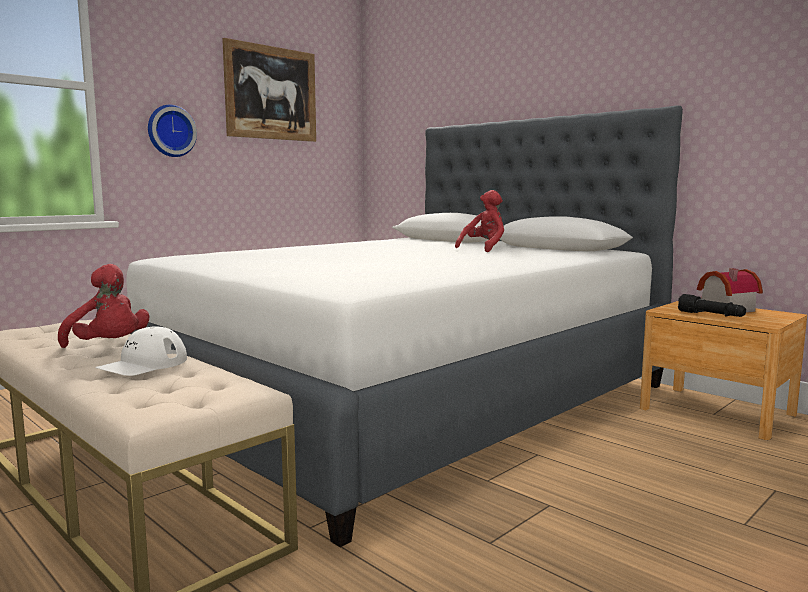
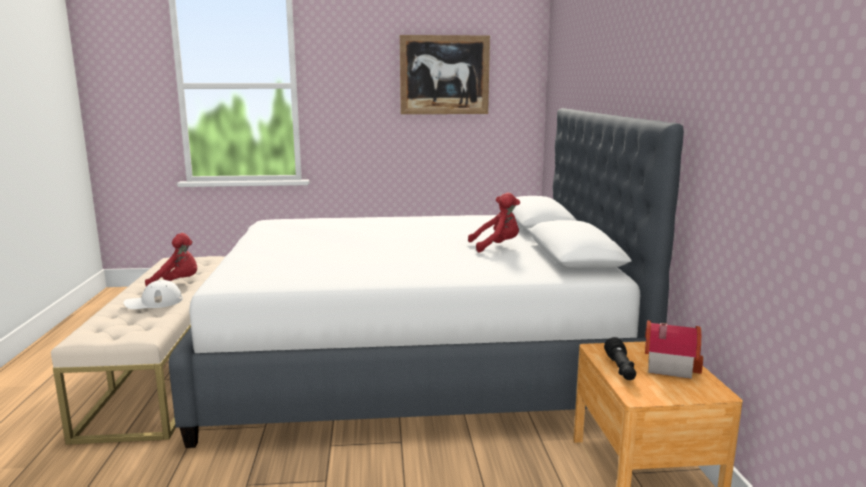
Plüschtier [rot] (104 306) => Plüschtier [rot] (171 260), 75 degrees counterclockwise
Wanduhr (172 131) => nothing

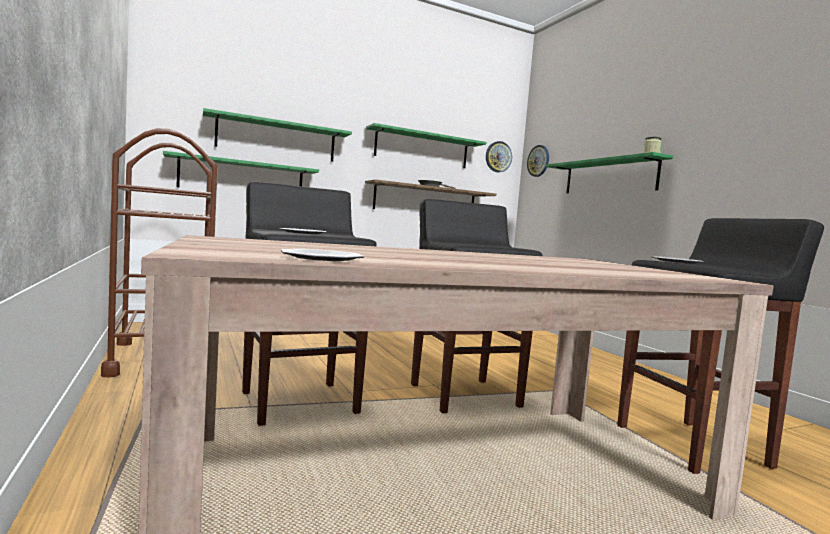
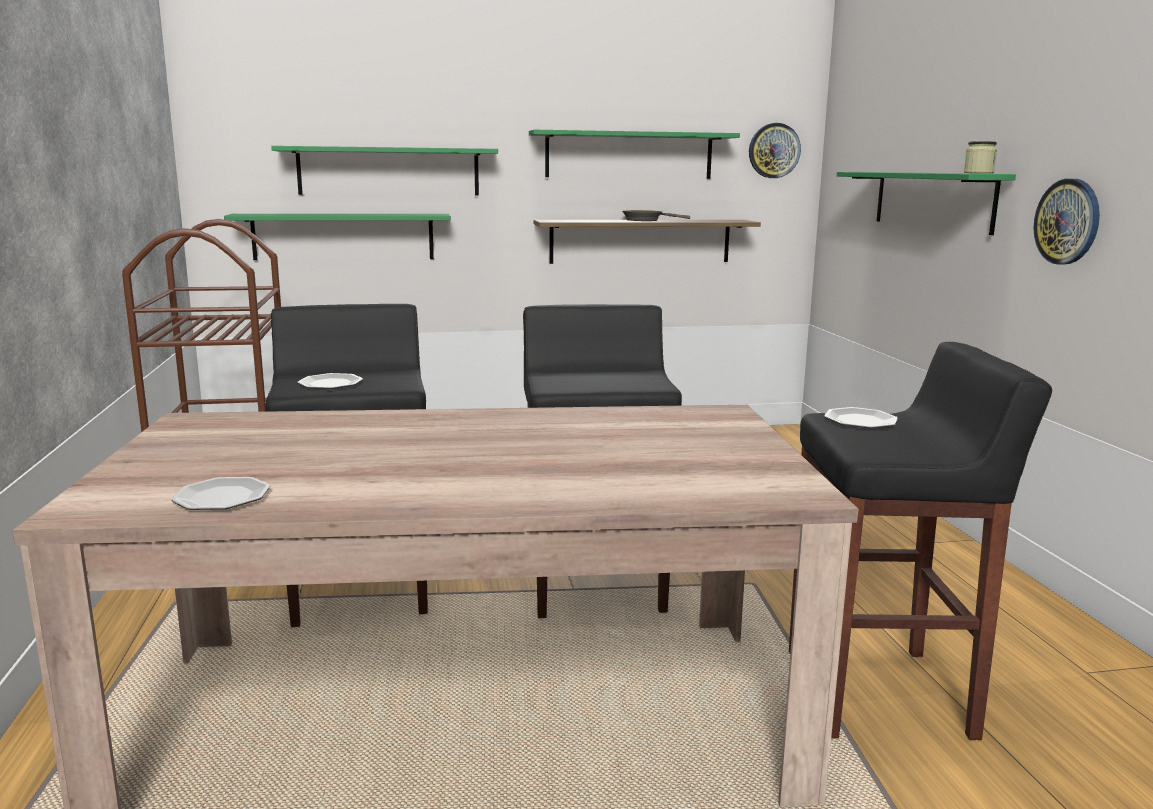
Wanduhr (538 161) => Wanduhr (1067 222), relocated

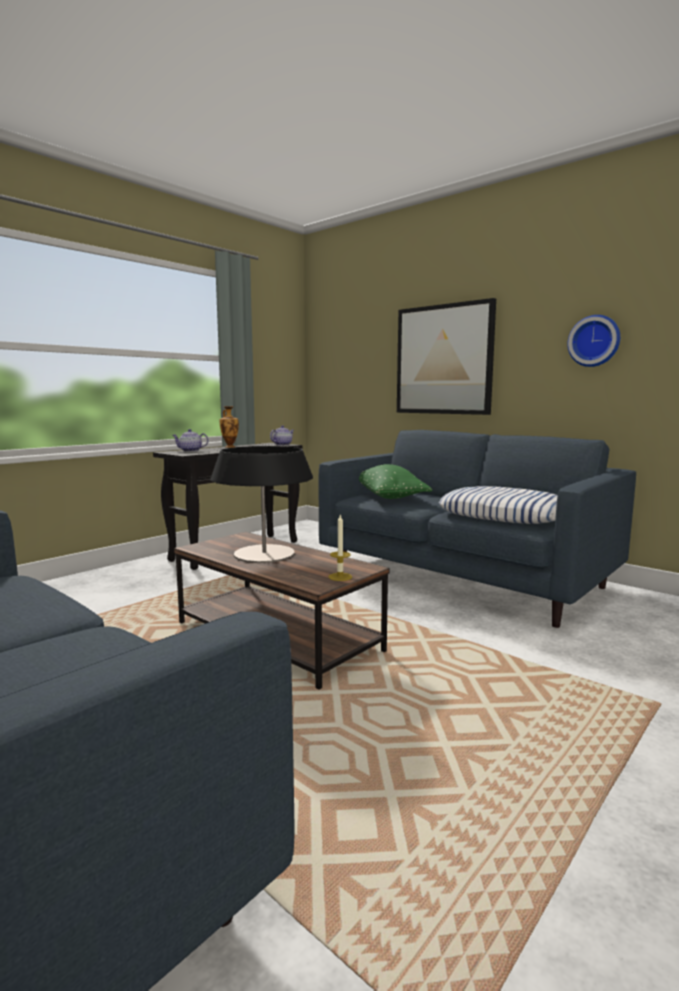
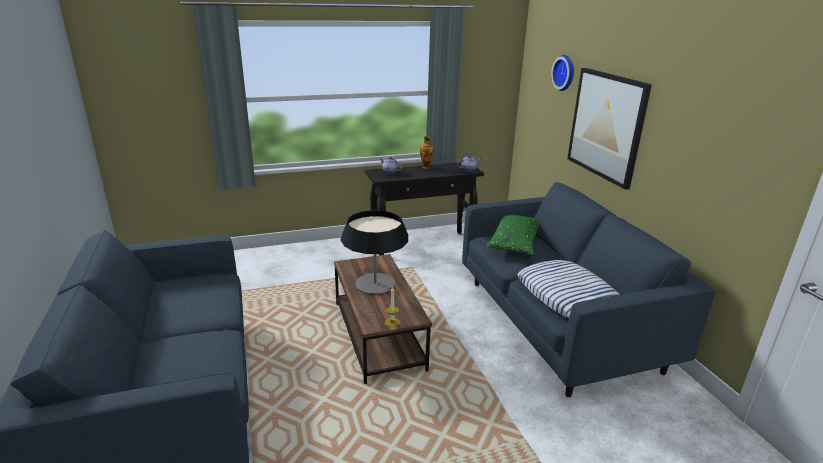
Wanduhr (593 341) => Wanduhr (562 73), relocated

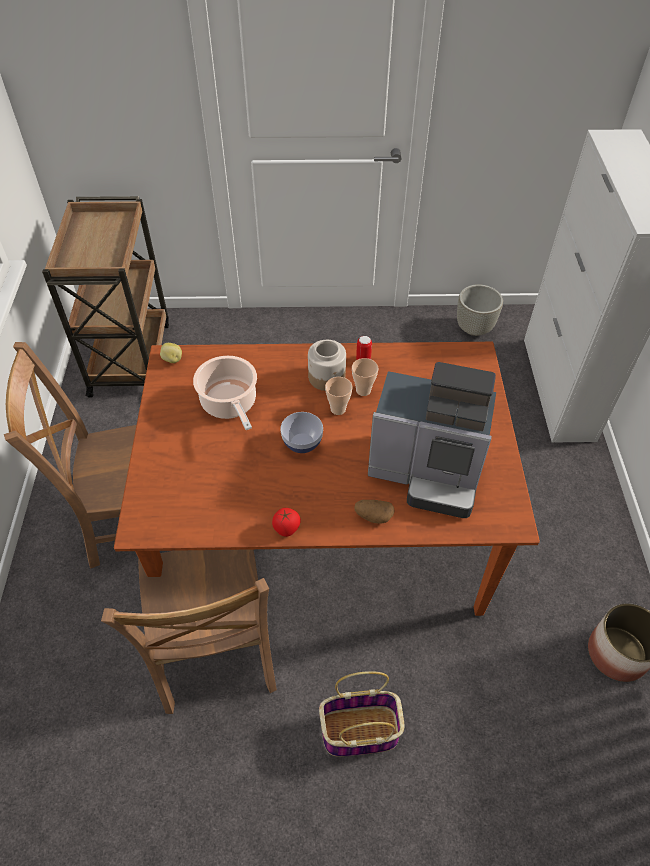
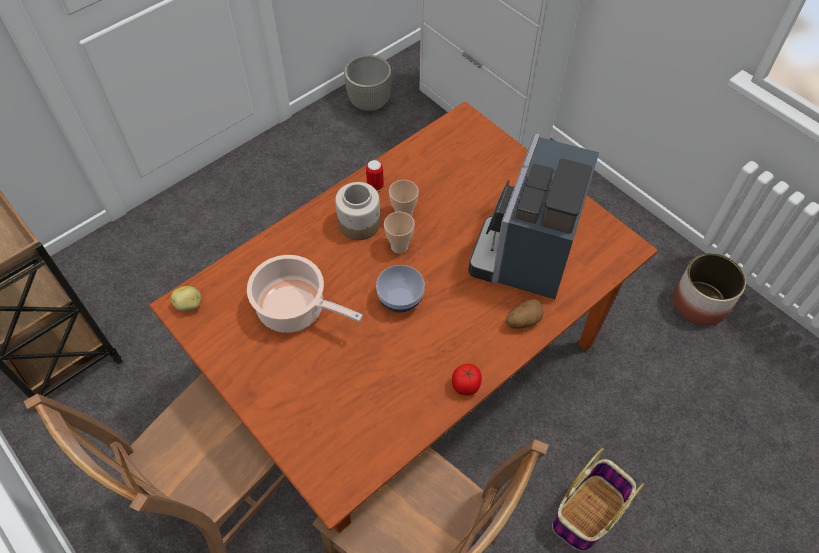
Kaffeemaschine (432 440) => Kaffeemaschine (533 216), 135 degrees clockwise

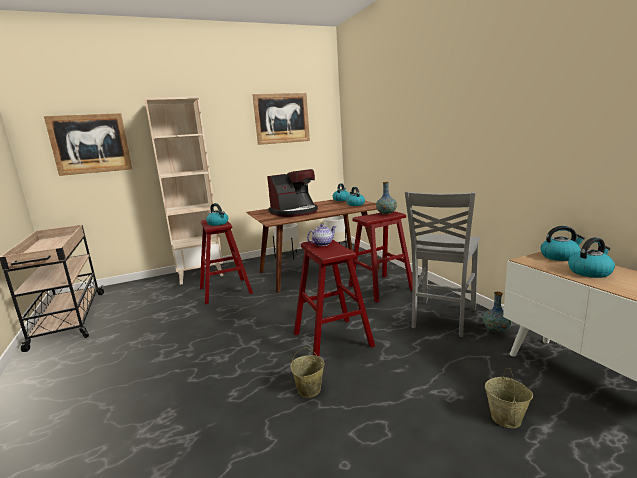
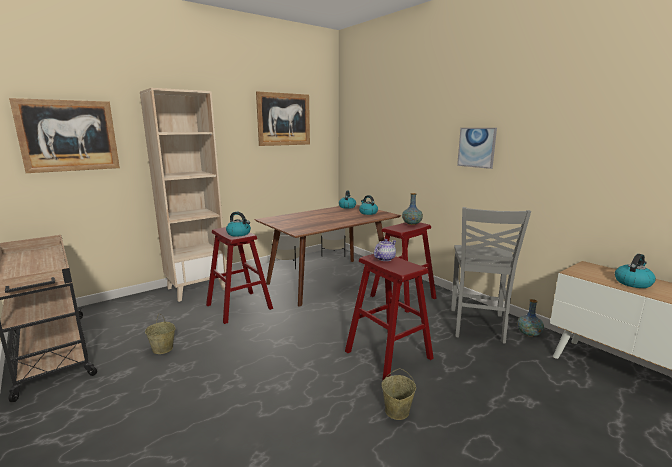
Eimer [beige] (509 398) => Eimer [beige] (160 334), relocated
nothing => Bild (477 148)
Kaffeemaschine (292 193) => nothing
Wasserkessel (563 243) => nothing

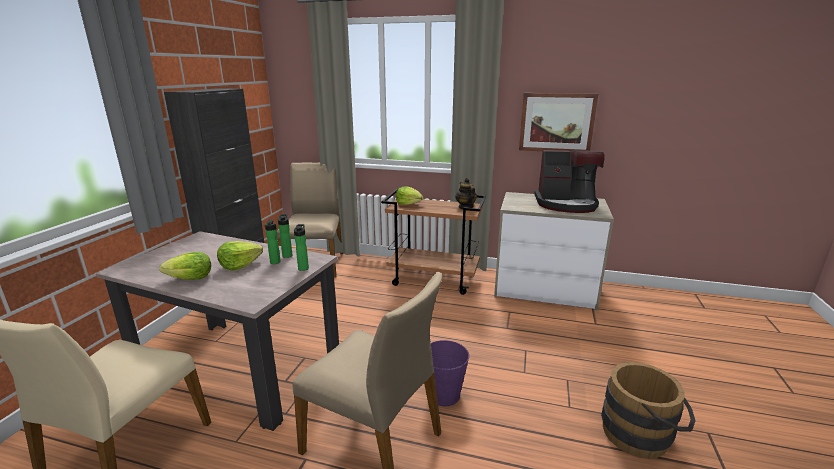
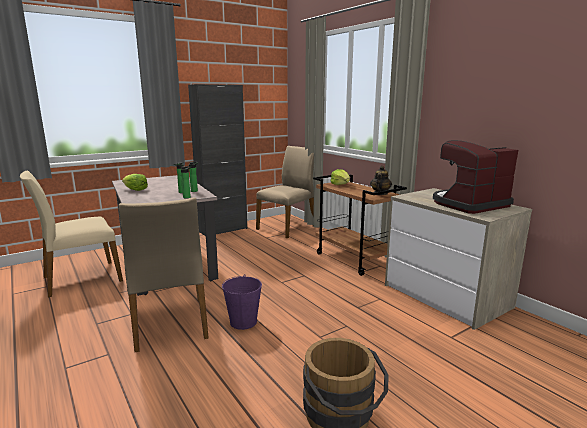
Kaffeemaschine (569 181) => Kaffeemaschine (475 177), 105 degrees clockwise
Salatkopf (240 256) => nothing
Bild (558 122) => nothing

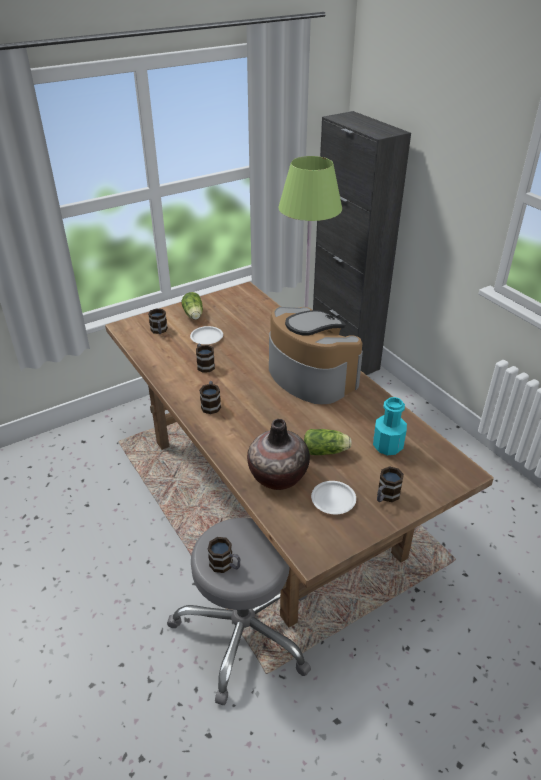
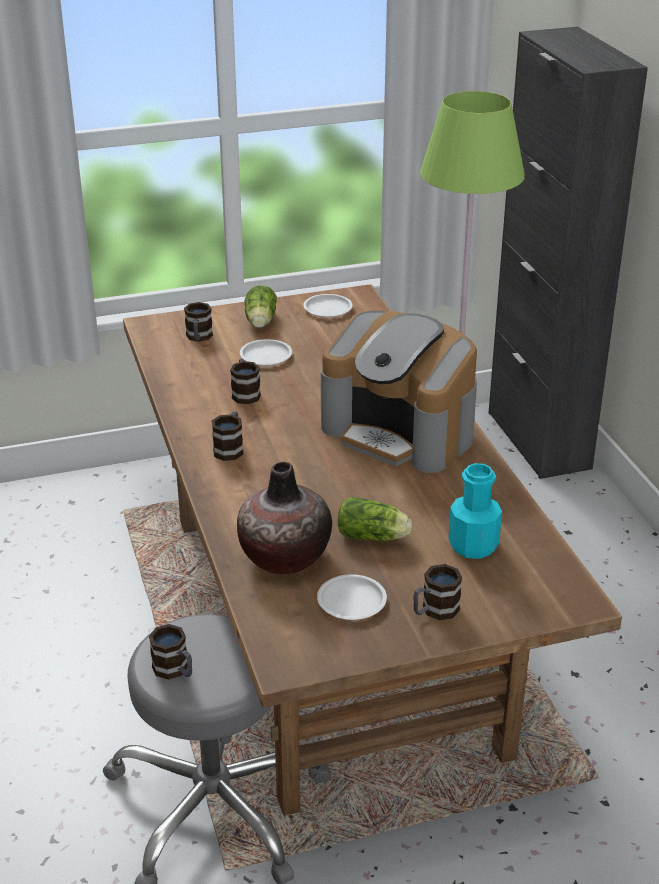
nothing => Teller [weiß] (328 305)
Kaffeemaschine (316 355) => Kaffeemaschine (399 391), 150 degrees clockwise

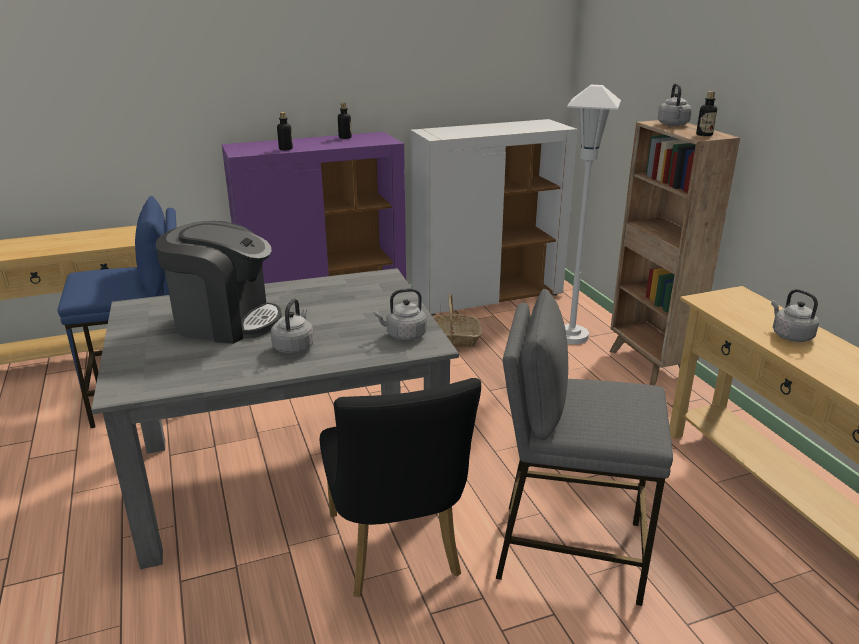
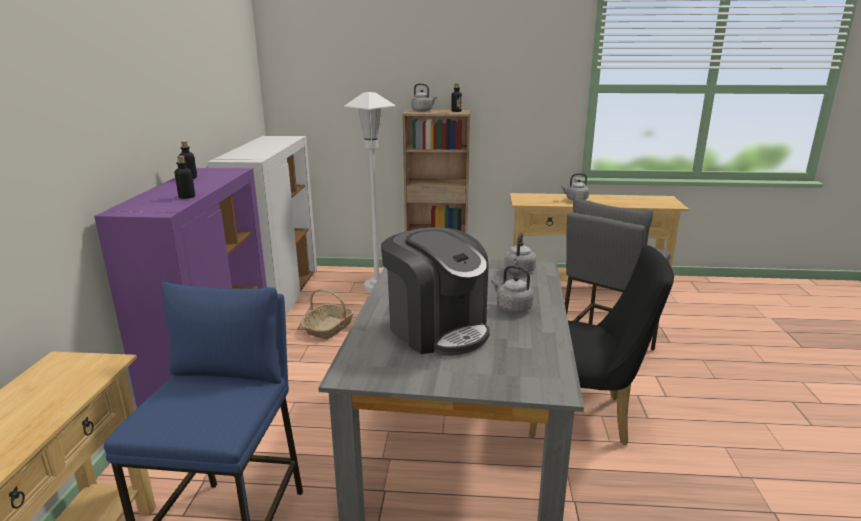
Kaffeemaschine (218 282) => Kaffeemaschine (435 291), 105 degrees clockwise

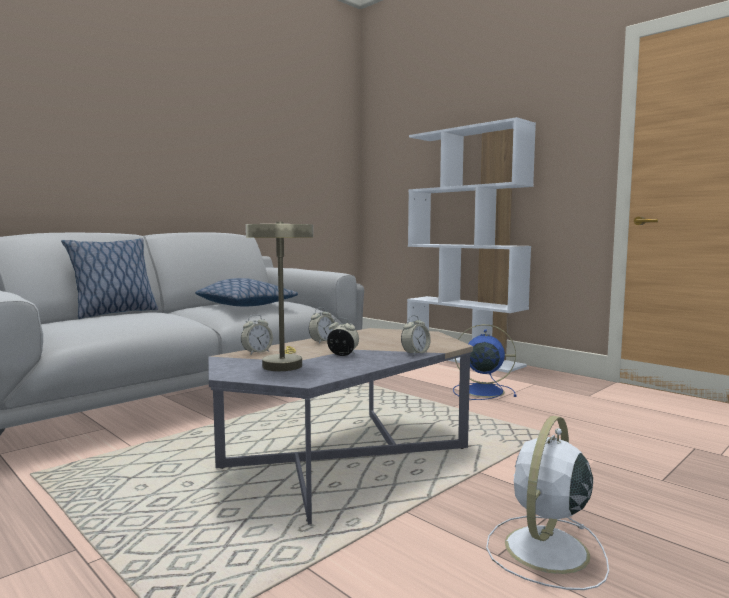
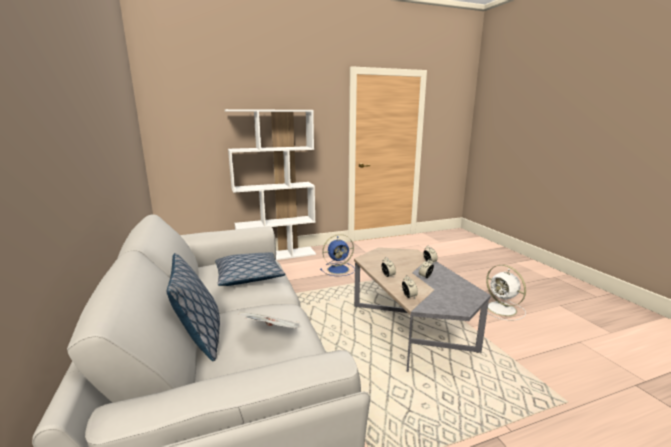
nothing => Zeitung (268 320)
Ventilator [blau] (485 362) => Ventilator [blau] (337 255), 150 degrees counterclockwise
Tischlampe [beige] (279 296) => nothing

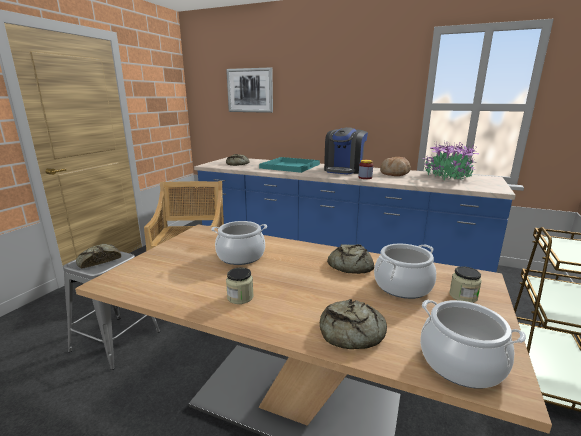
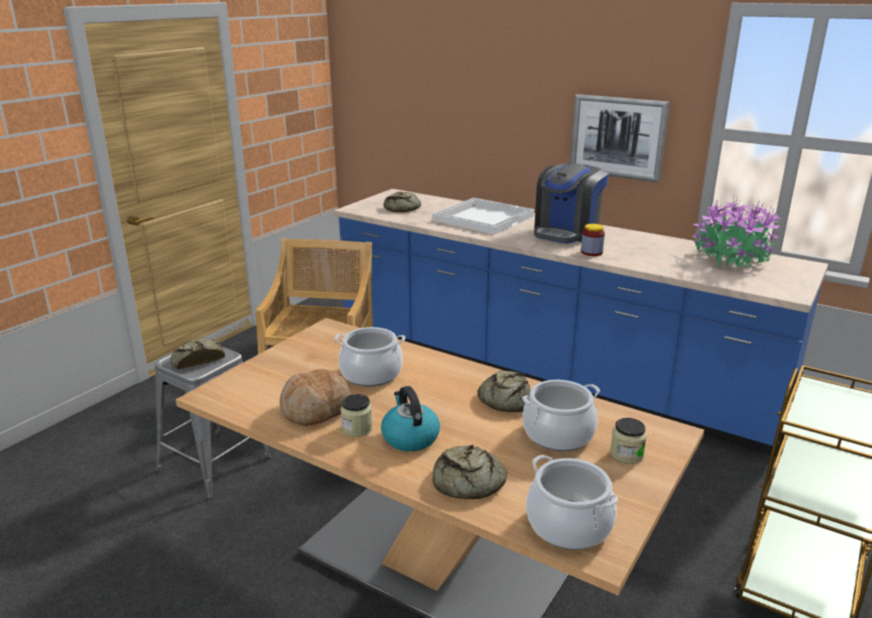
Brot (395 166) => Brot (316 397), relocated
nothing => Wasserkessel (410 418)
Tablett [türkis] (289 165) => Tablett [weiß] (483 216)
Bild (249 90) => Bild (620 138), relocated

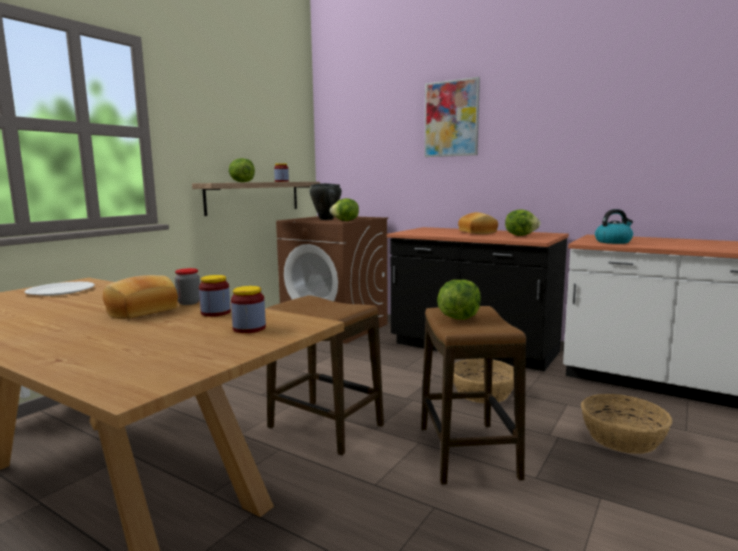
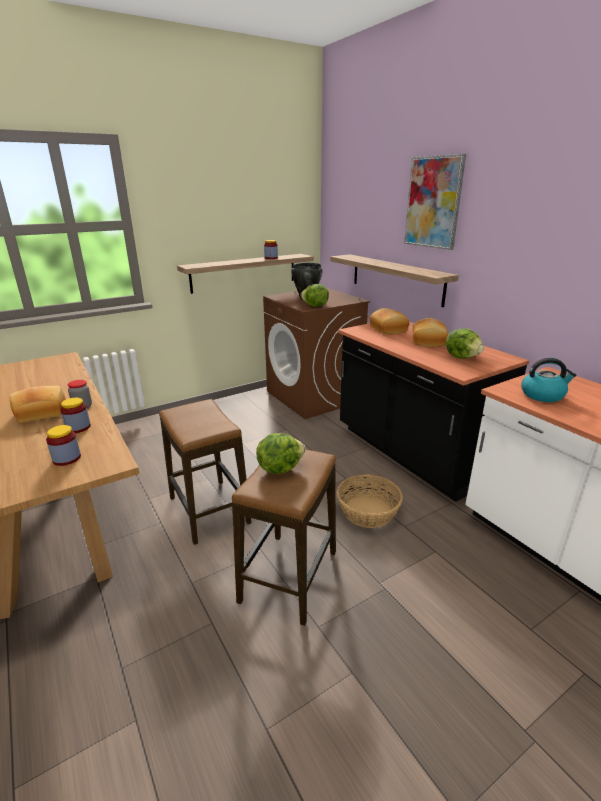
nothing => Wandregal (394 280)
nothing => Brot (389 321)
Teller [weiß] (59 289) => nothing
Salatkopf (242 170) => nothing
Korb (627 424) => nothing

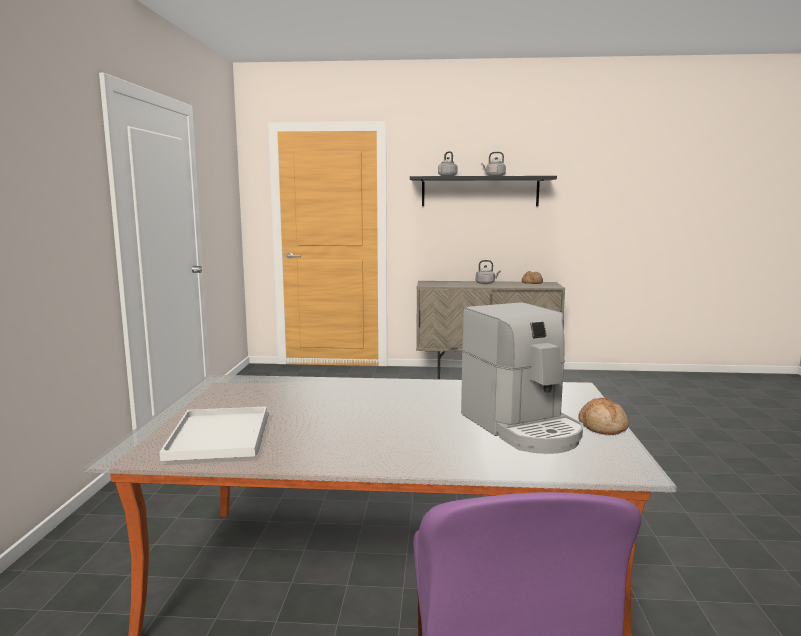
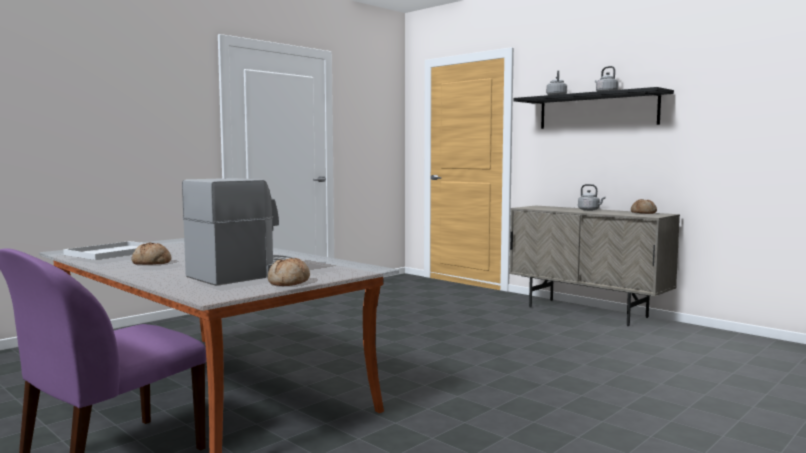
nothing => Brot (151 254)
Kaffeemaschine (522 378) => Kaffeemaschine (238 231), 150 degrees counterclockwise

